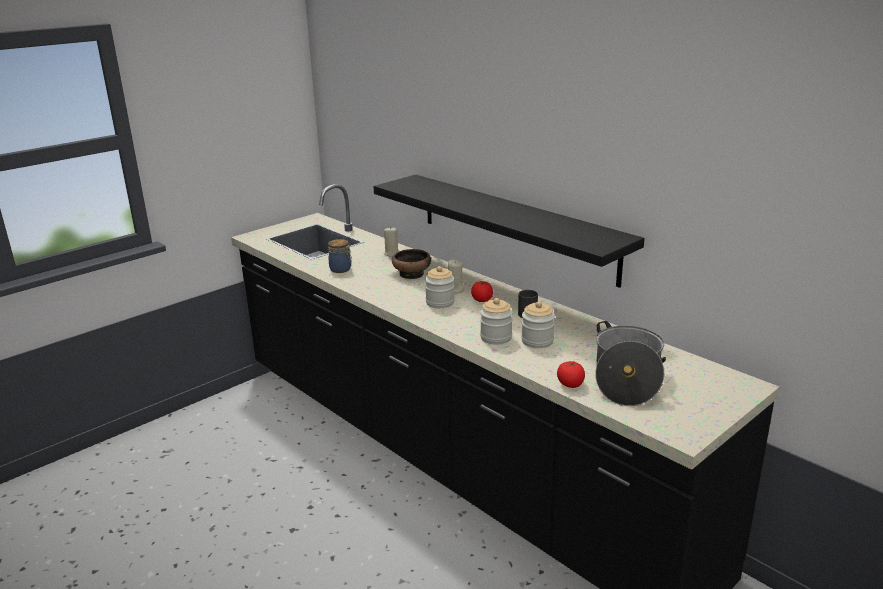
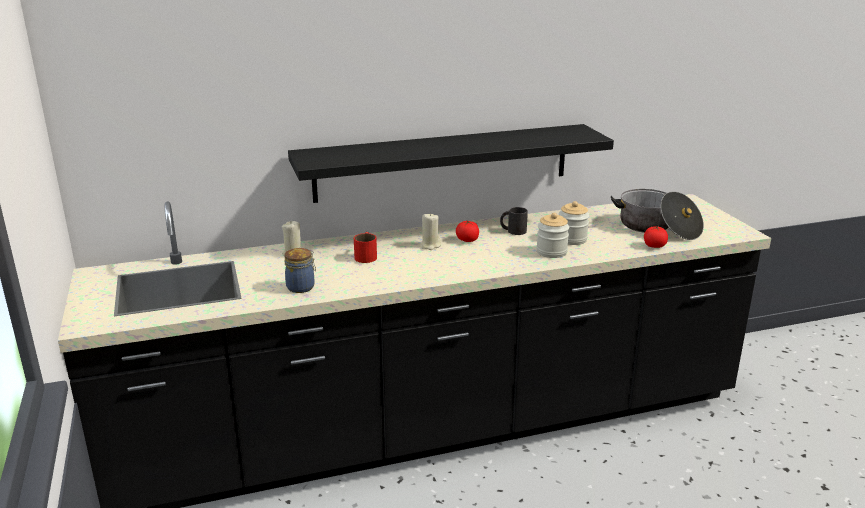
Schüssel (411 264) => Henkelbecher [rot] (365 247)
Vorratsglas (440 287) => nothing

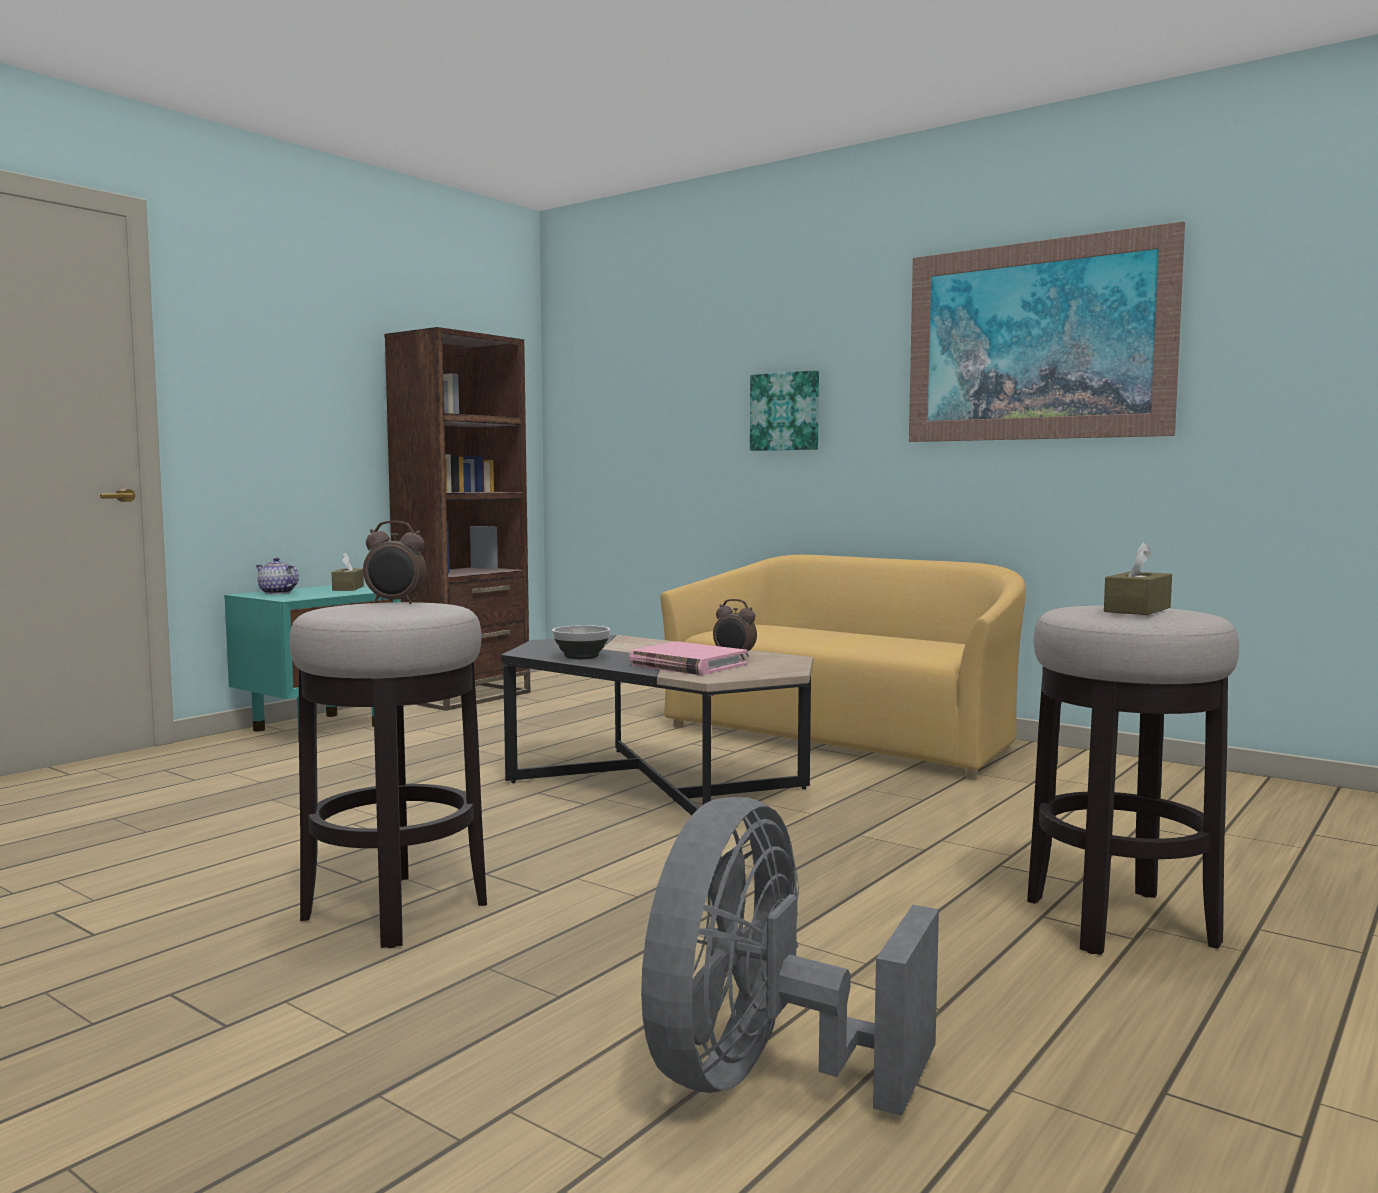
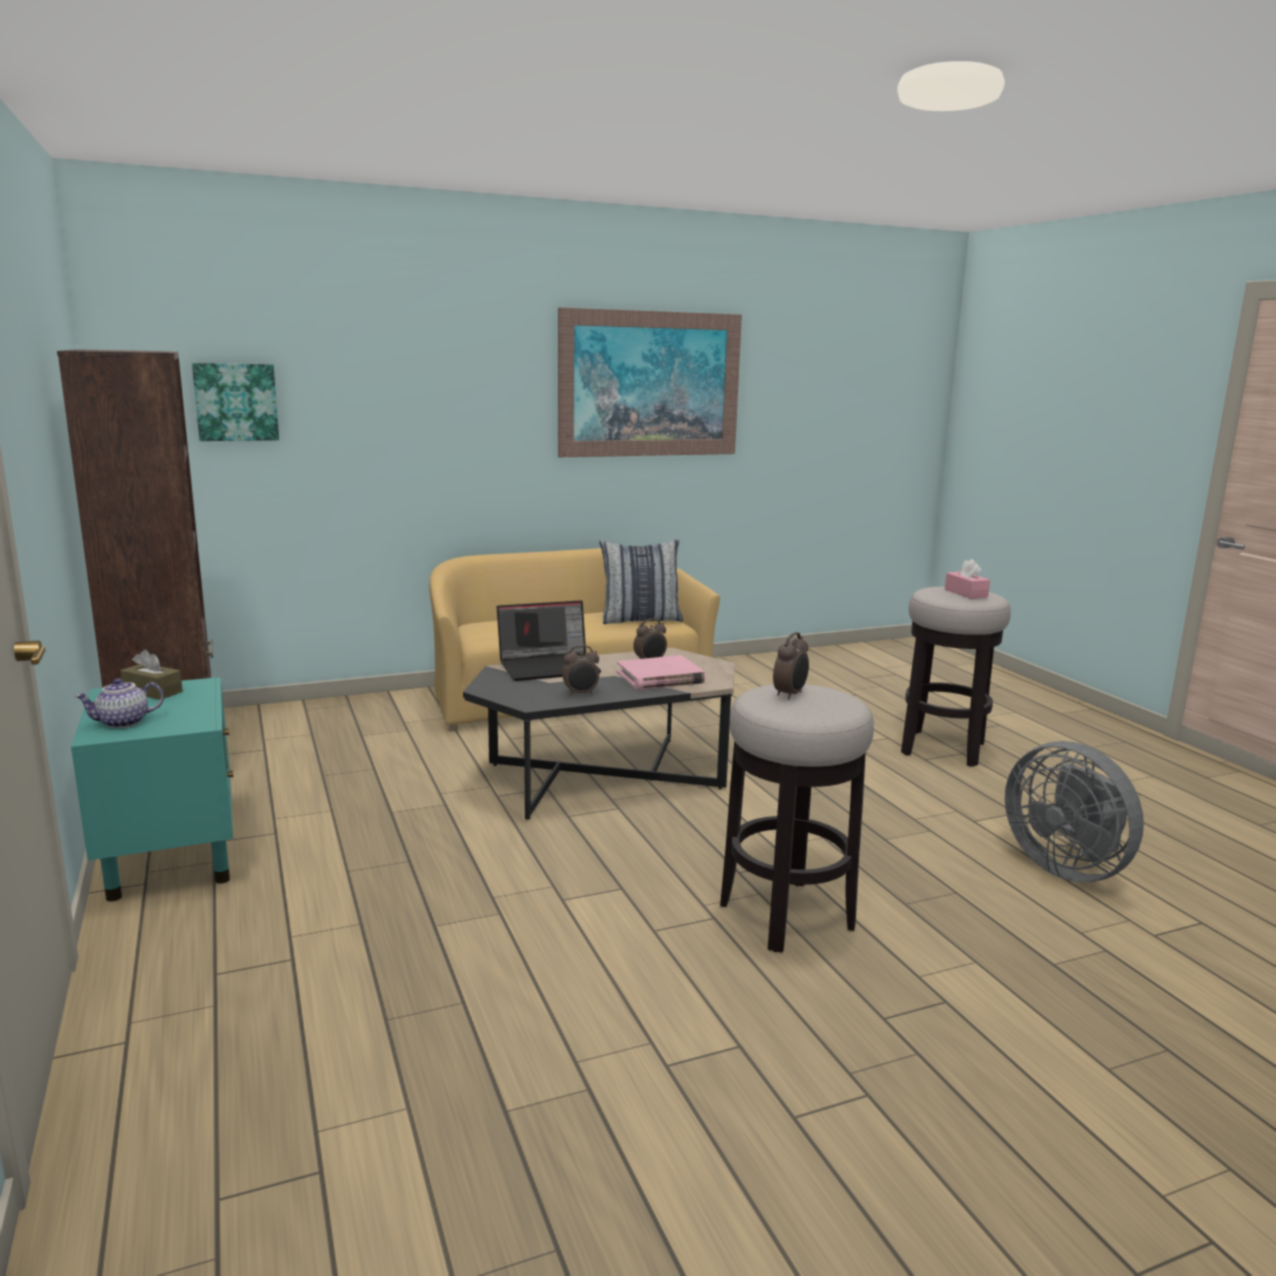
Bild (784 410) => Bild (235 402), relocated
nothing => Laptop (549 641)
Schüssel (581 642) => Wecker (580 670)
nothing => Kissen (641 582)
Taschentuchbox [braun] (1138 578) => Taschentuchbox [rosa] (967 579)

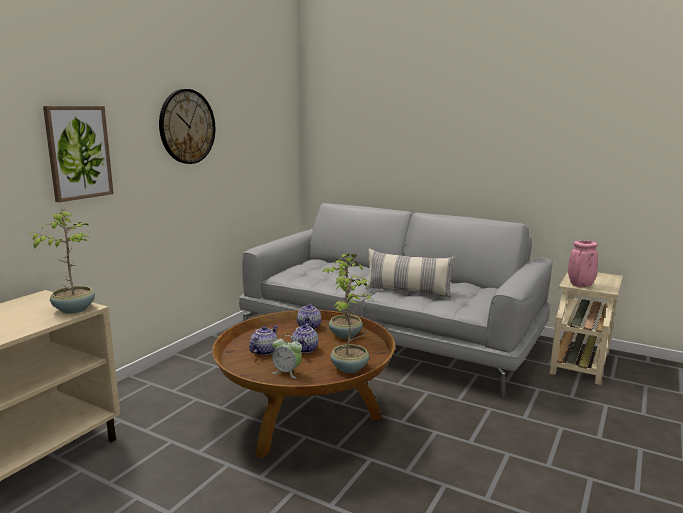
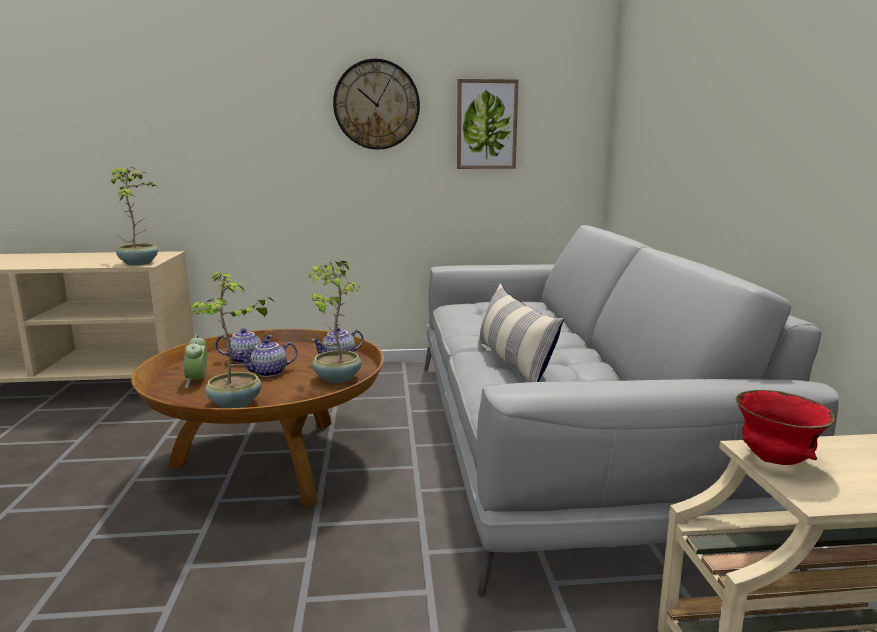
Bild (78 154) => Bild (487 124), relocated
Vase [rosa] (583 264) => Schüssel [rot] (785 427)

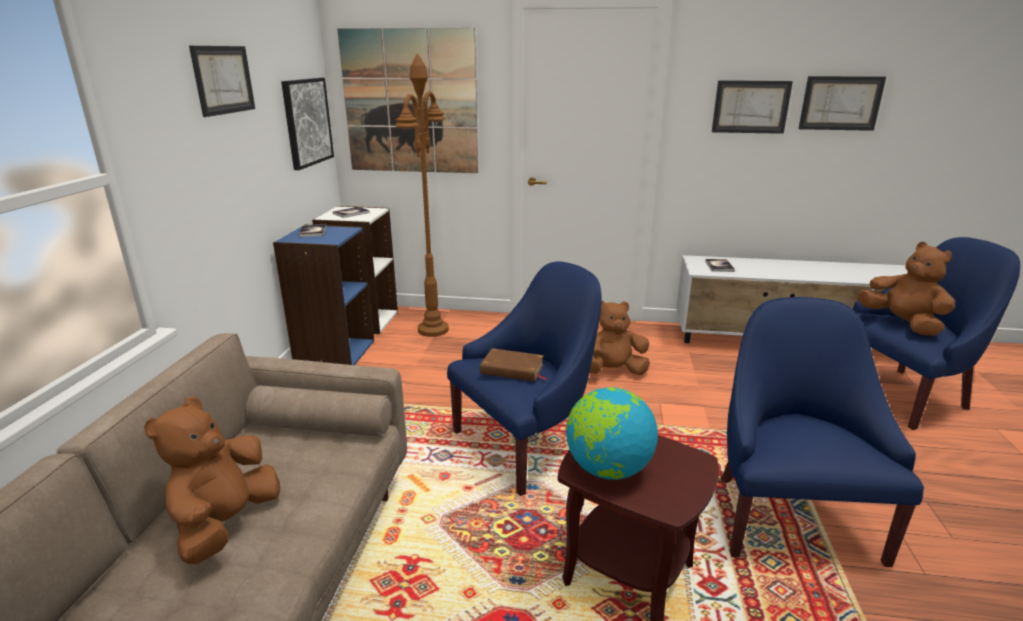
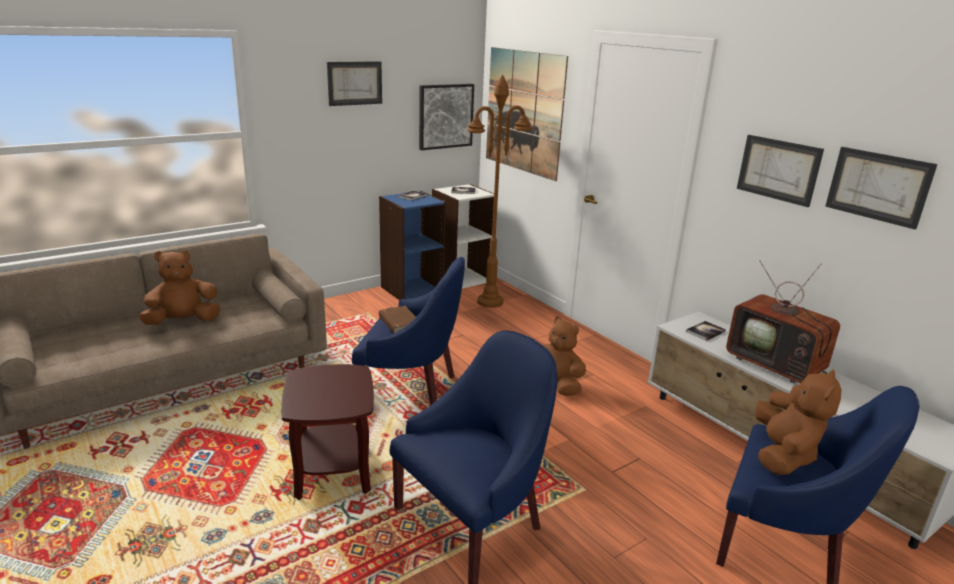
nothing => Fernseher (783 322)
Globus (612 433) => nothing

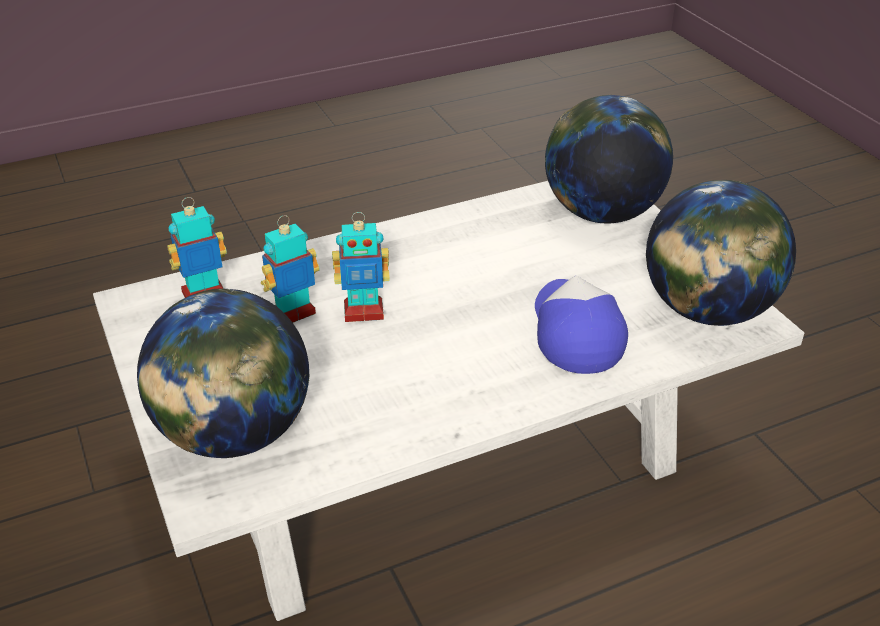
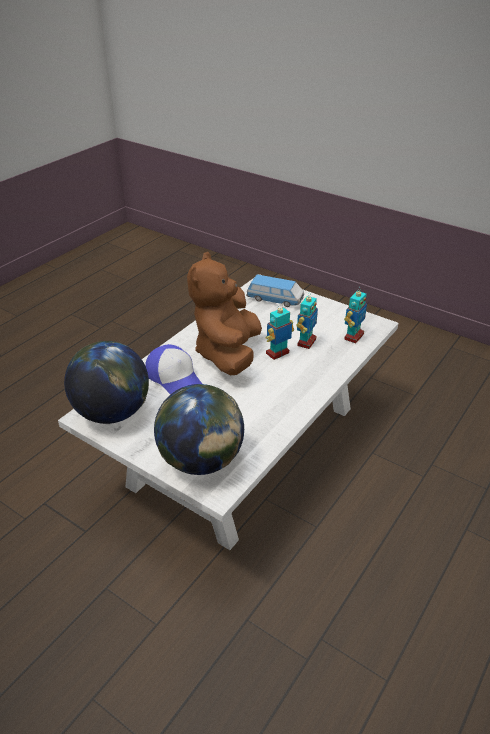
nothing => Plüschtier [braun] (224 313)
Globus (223 373) => Spielzeugauto (275 290)

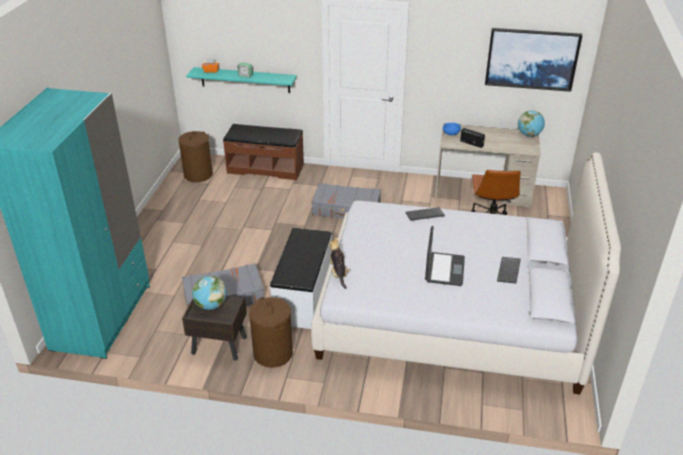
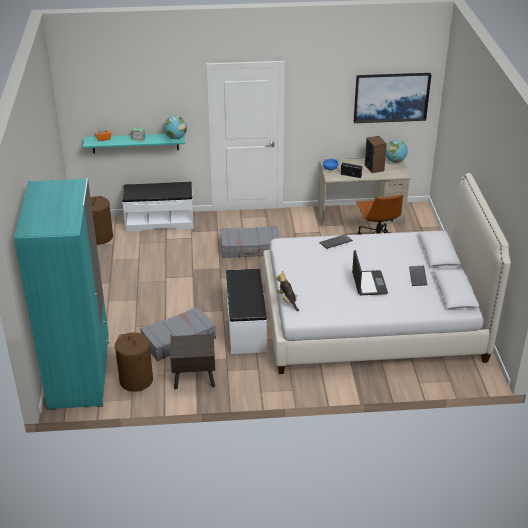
Wäschekorb [braun] (271 332) => Wäschekorb [braun] (134 362), relocated
Bank [braun] (263 152) => Bank [weiß] (158 207)
Globus (209 293) => Globus (175 127), relocated
nothing => Lautsprecher (376 154)

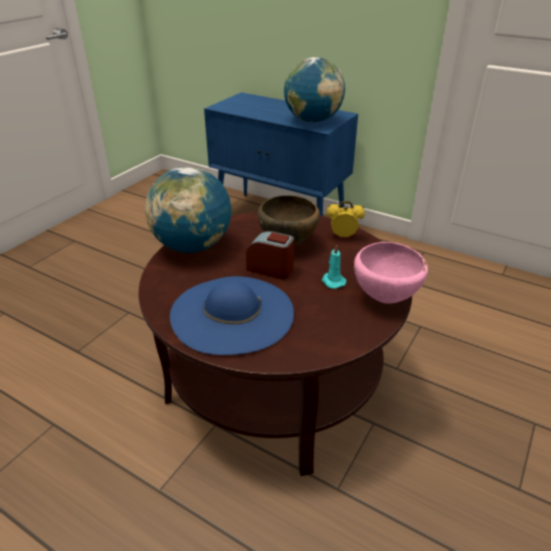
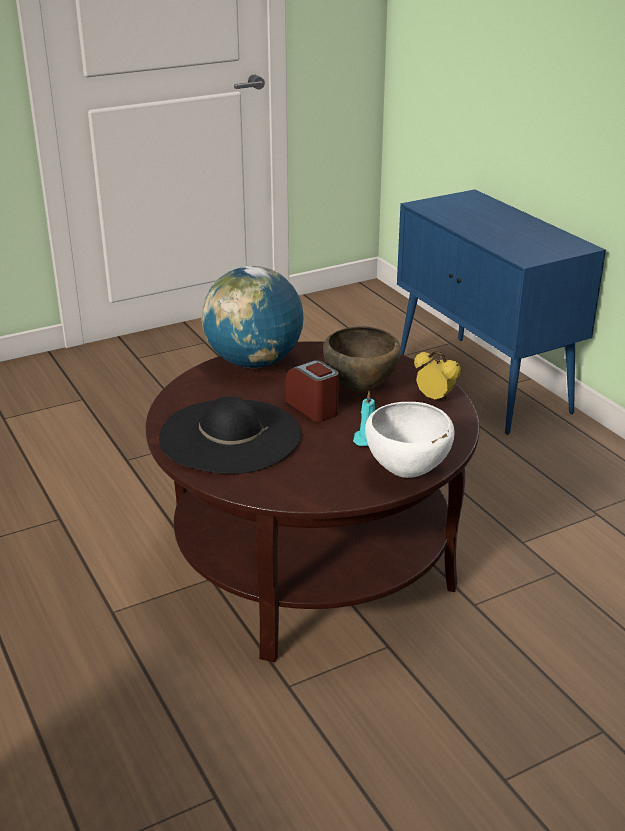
Hut [blau] (232 315) => Hut [schwarz] (230 435)
Schüssel [rosa] (391 273) => Schüssel [weiß] (409 440)
Globus (314 90) => nothing

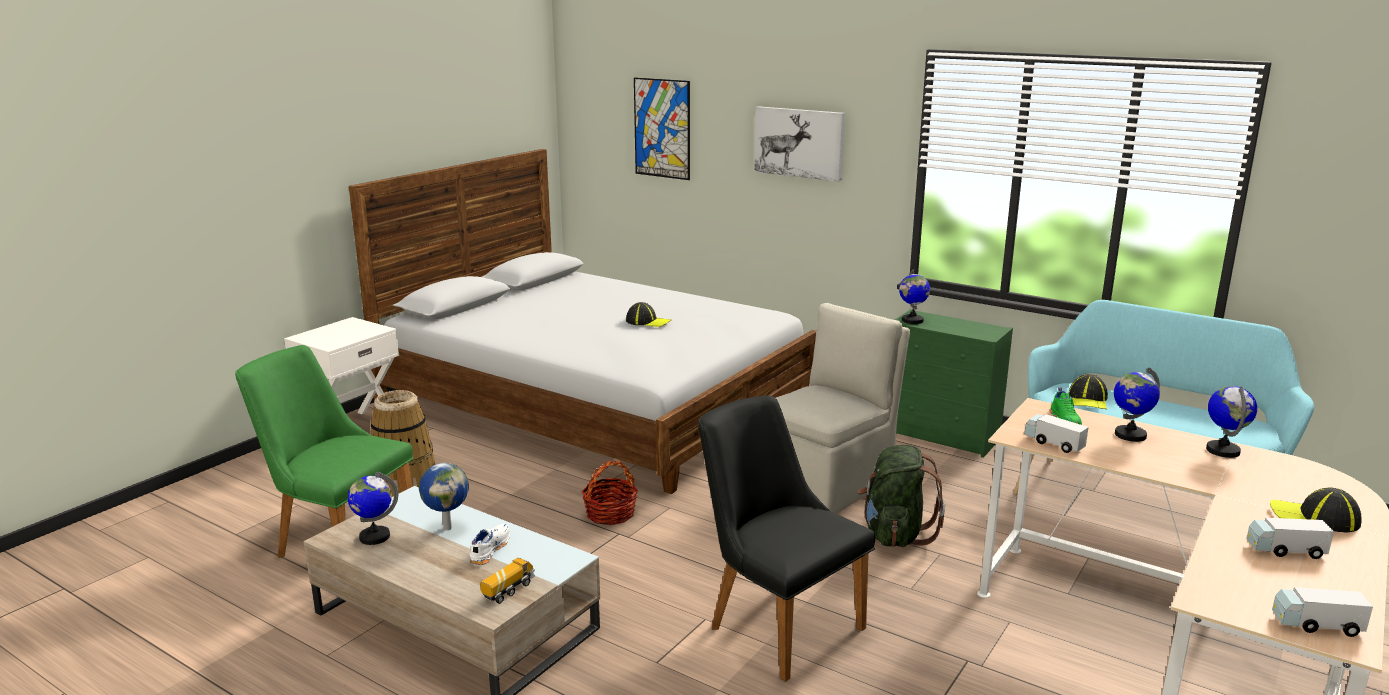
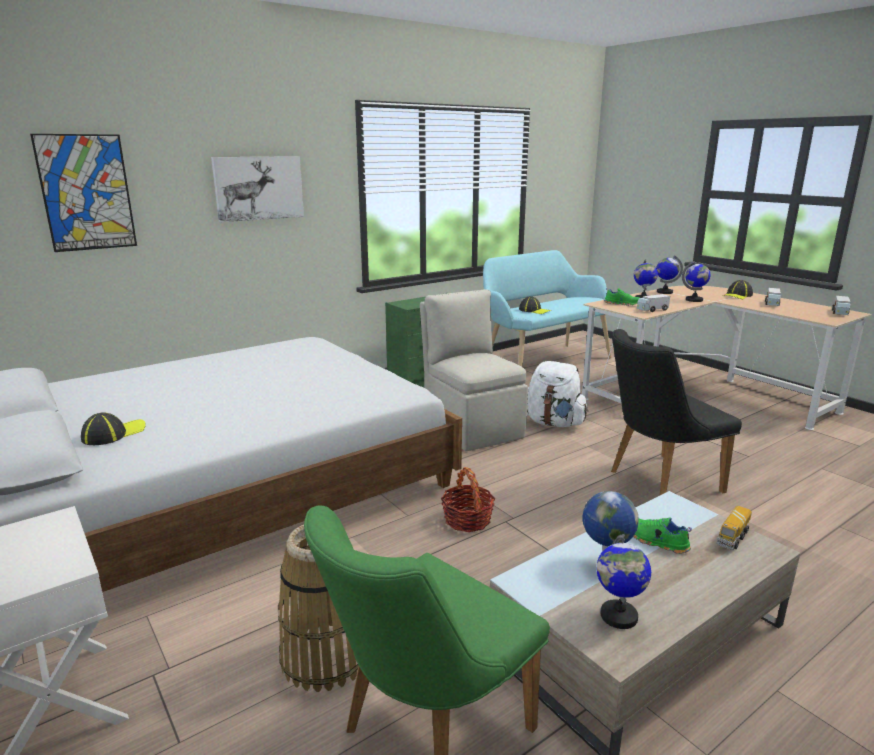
Kappe (648 314) => Kappe (113 428), relocated
Rucksack [grün] (901 496) => Rucksack [weiß] (557 394)
Schuh [weiß] (490 544) => Schuh [grün] (662 535)
Globus (914 296) => Globus (696 281), relocated
Spielzeuglaster (507 580) => Spielzeuglaster (734 528), 105 degrees counterclockwise

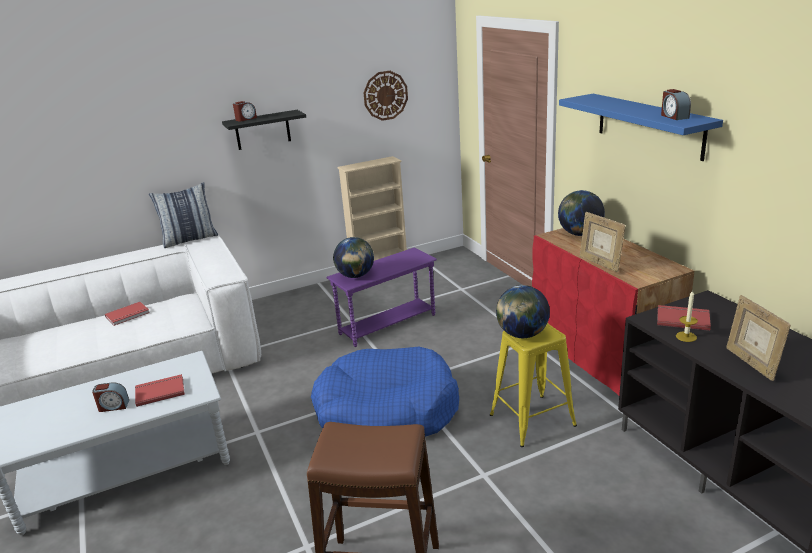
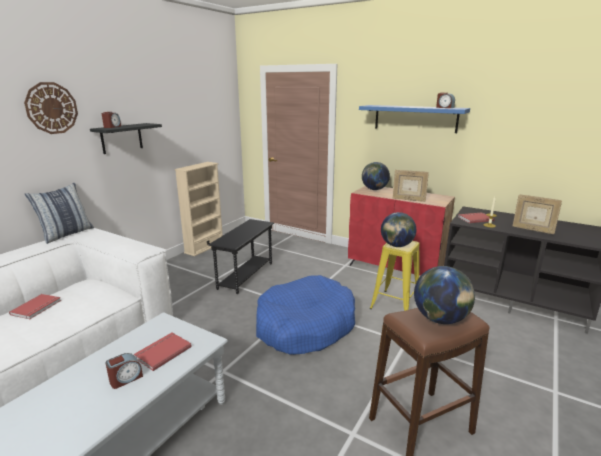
Wanduhr (386 96) => Wanduhr (51 108), relocated
Beistelltisch [lila] (381 297) => Beistelltisch [schwarz] (241 256)
Globus (353 257) => Globus (444 295), relocated

